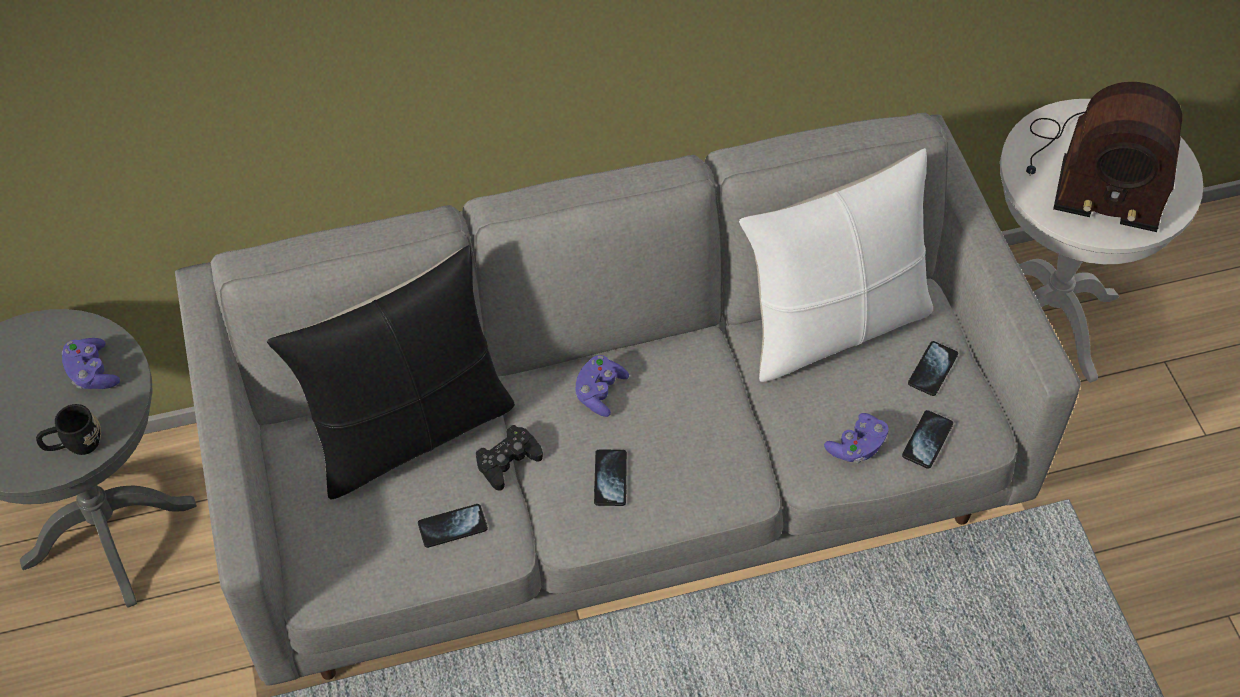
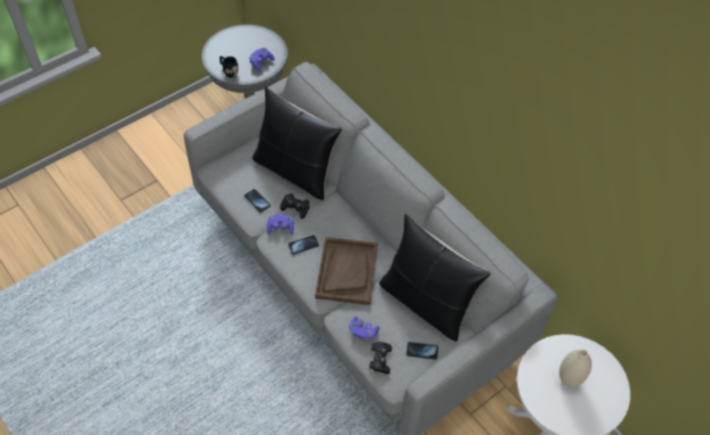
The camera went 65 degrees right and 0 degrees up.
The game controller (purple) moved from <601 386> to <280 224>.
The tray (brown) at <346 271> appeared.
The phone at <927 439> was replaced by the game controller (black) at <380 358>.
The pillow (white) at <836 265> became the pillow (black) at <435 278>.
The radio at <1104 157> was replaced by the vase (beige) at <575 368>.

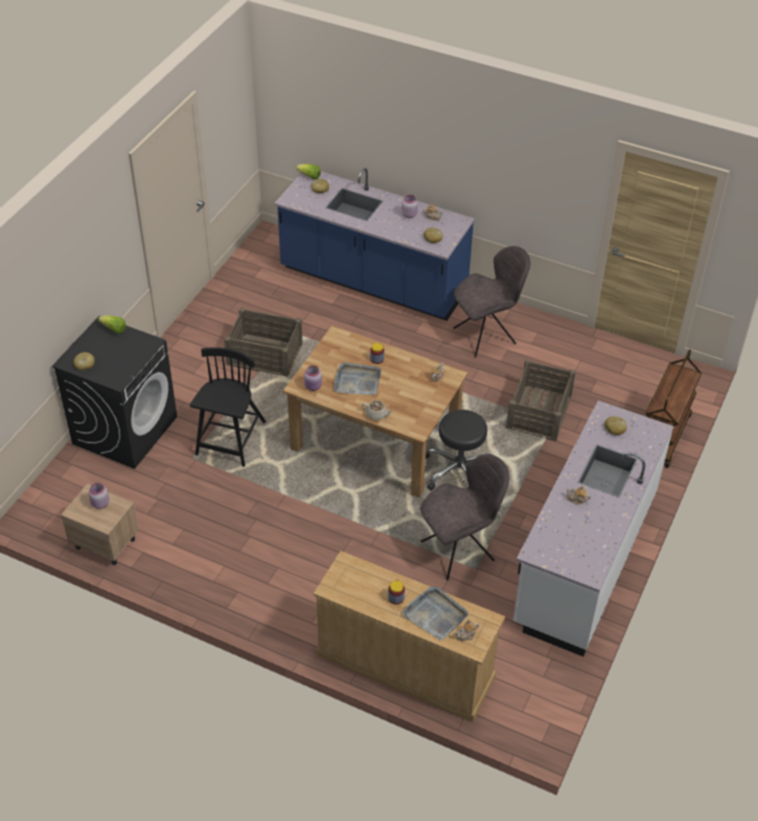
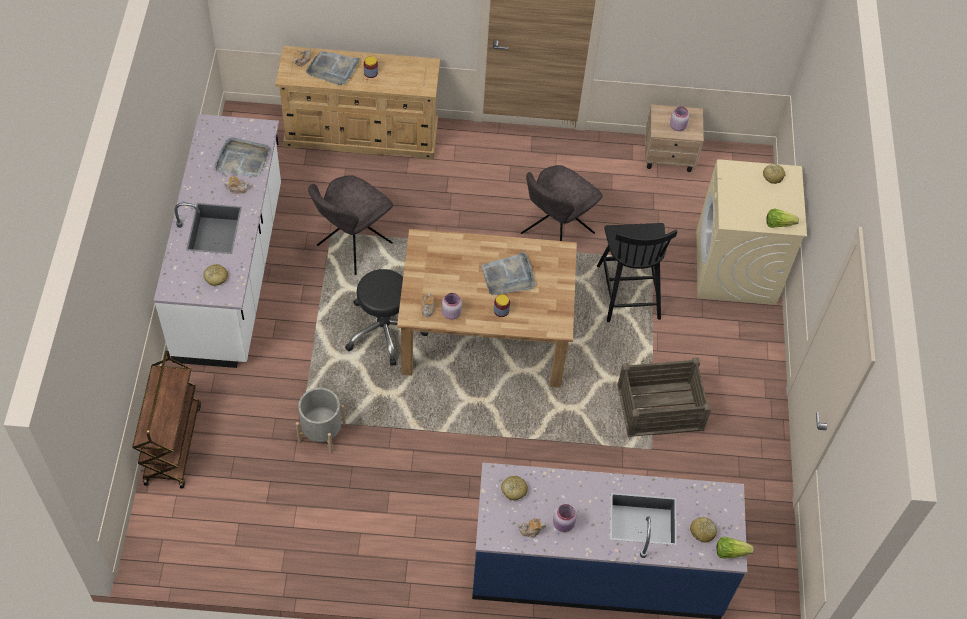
The camera went 155 degrees right and 10 degrees up.
The tray (grey) at <242 157> appeared.
The crate at <540 400> was replaced by the planter (grey) at <321 420>.
The jar (pink) moved from <313 378> to <452 306>.
The chair (grey) moved from <491 302> to <562 203>.
The washing machine (black) at <114 392> became the washing machine (beige) at <751 232>.
The teapot (beige) at <377 410> disappeared.

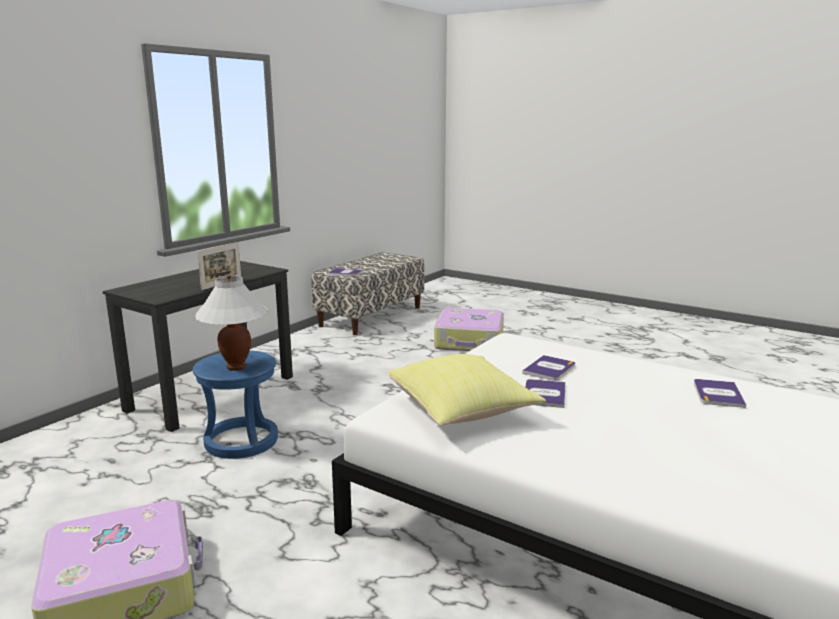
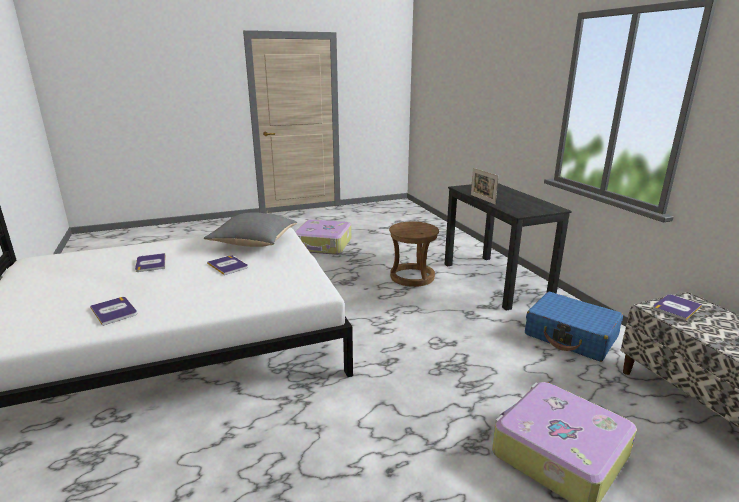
The camera went 125 degrees right and 5 degrees up.
The book moved from <548 368> to <150 262>.
The pillow (yellow) at <467 390> became the pillow (grey) at <250 229>.
The stool (blue) at <235 404> became the stool (brown) at <414 254>.
The suitcase (blue) at <574 327> appeared.
The table lamp (white) at <231 323> disappeared.

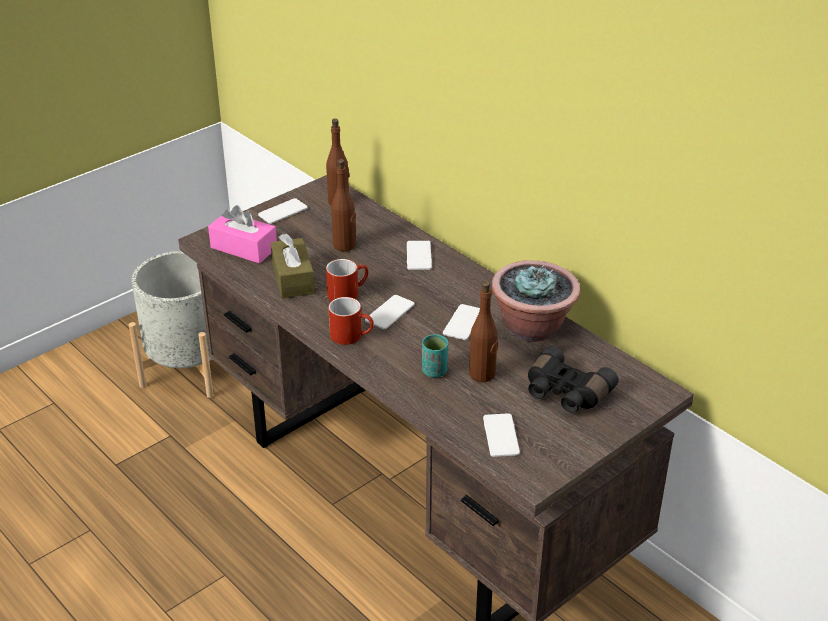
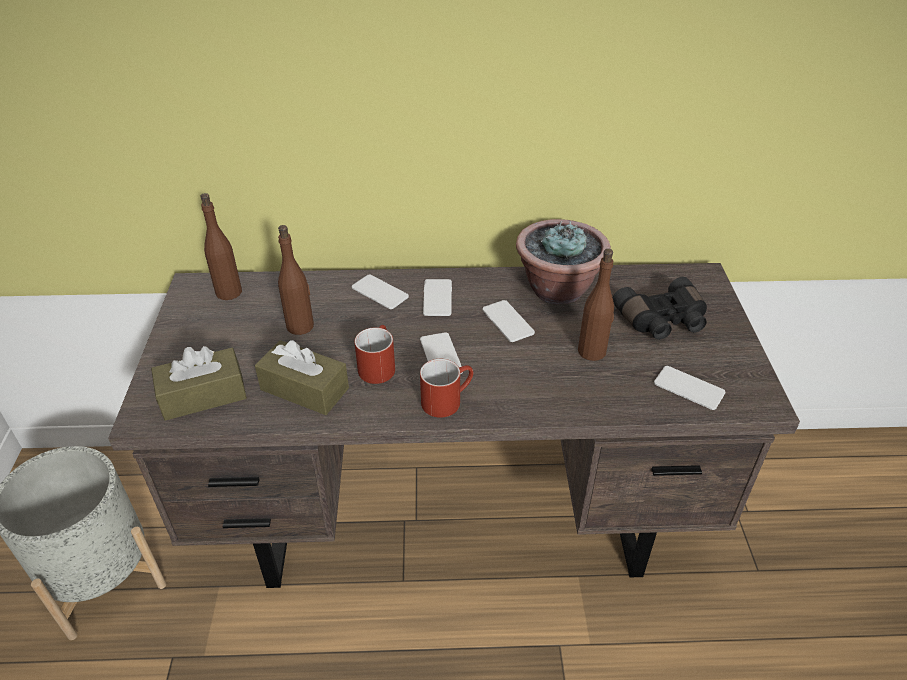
The camera went 50 degrees left and 5 degrees up.
The tissue box (pink) at <242 234> became the tissue box (brown) at <199 383>.
The phone moved from <283 211> to <437 297>.
The cup (turquoise) at <435 356> disappeared.

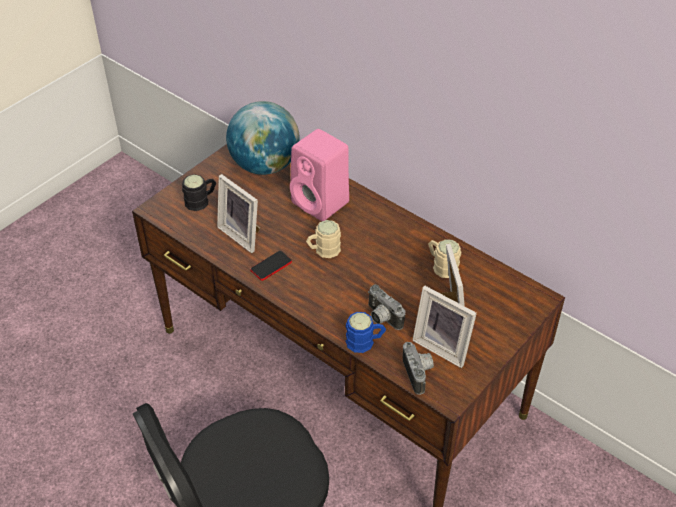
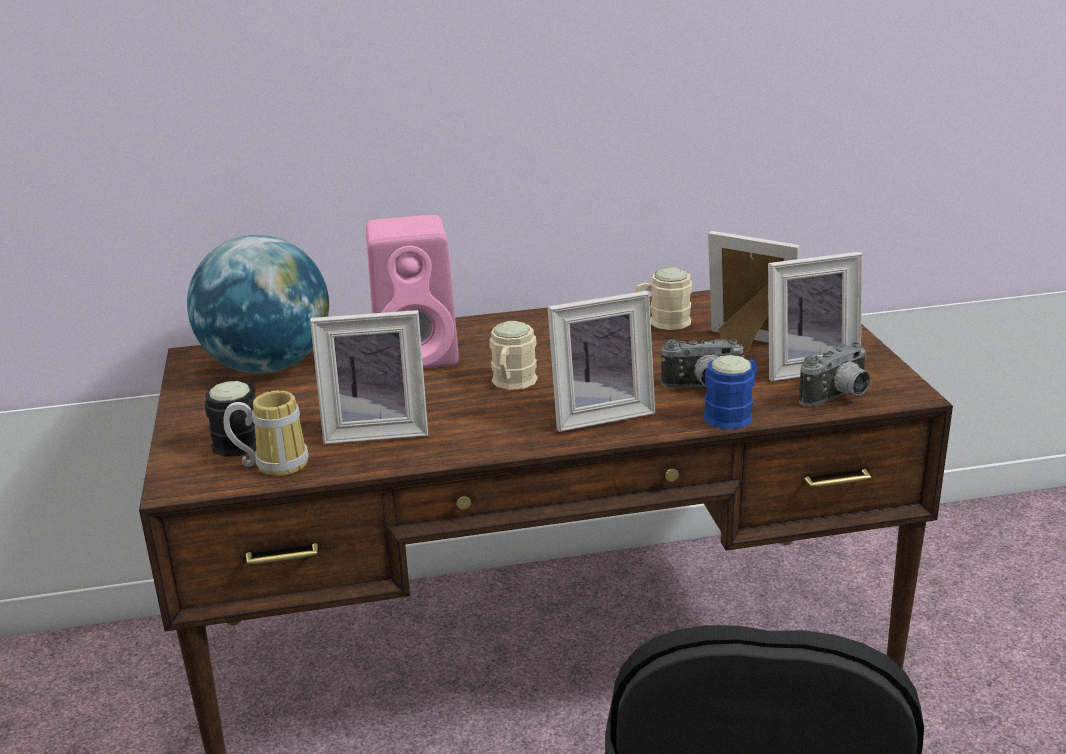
The camera went 50 degrees left and 20 degrees down.
The mug at <266 433> appeared.
The picture frame at <601 361> appeared.
The photo camera at <418 368> turned 120 degrees clockwise.
The phone at <271 266> disappeared.

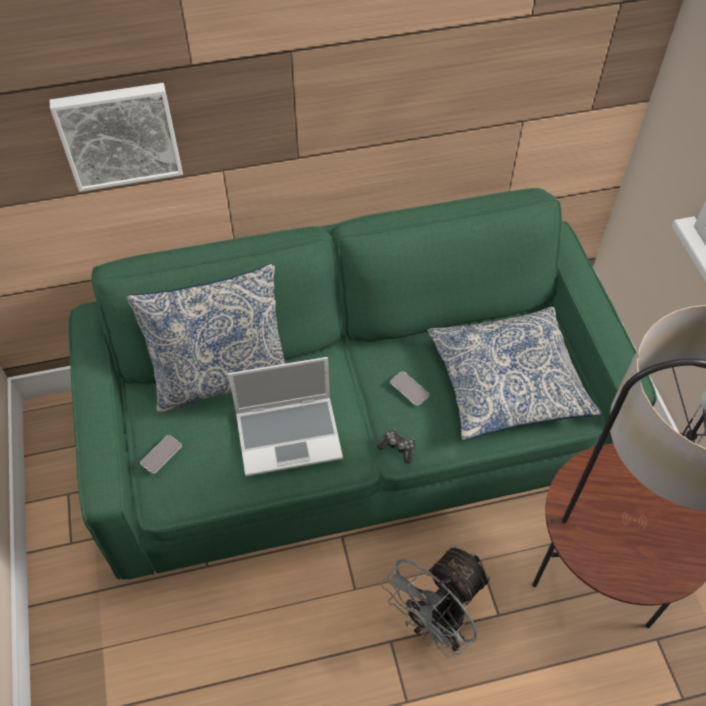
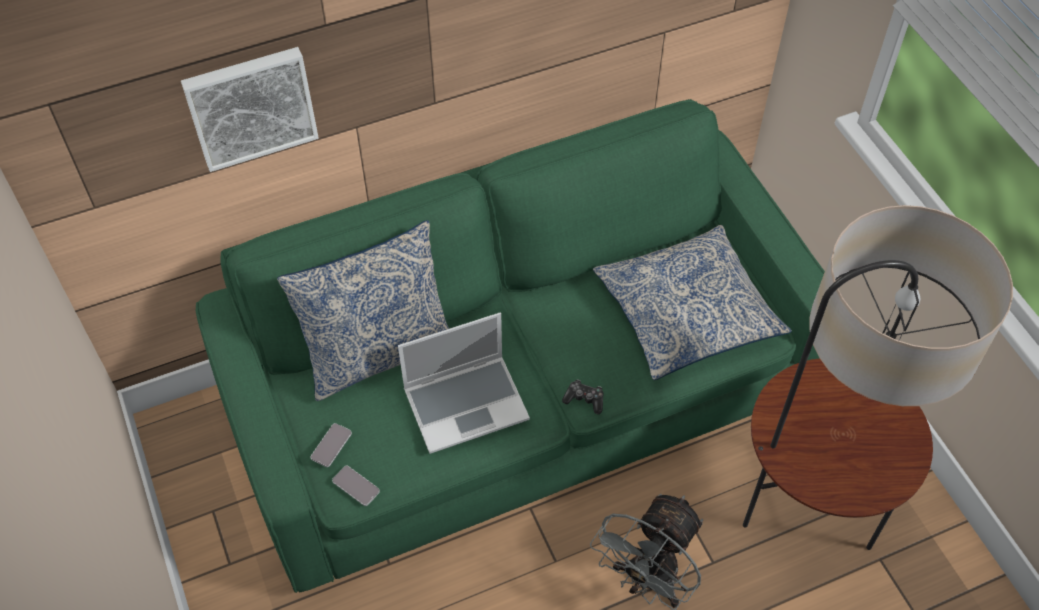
The camera went 10 degrees left and 0 degrees up.
The phone moved from <409 388> to <356 486>.

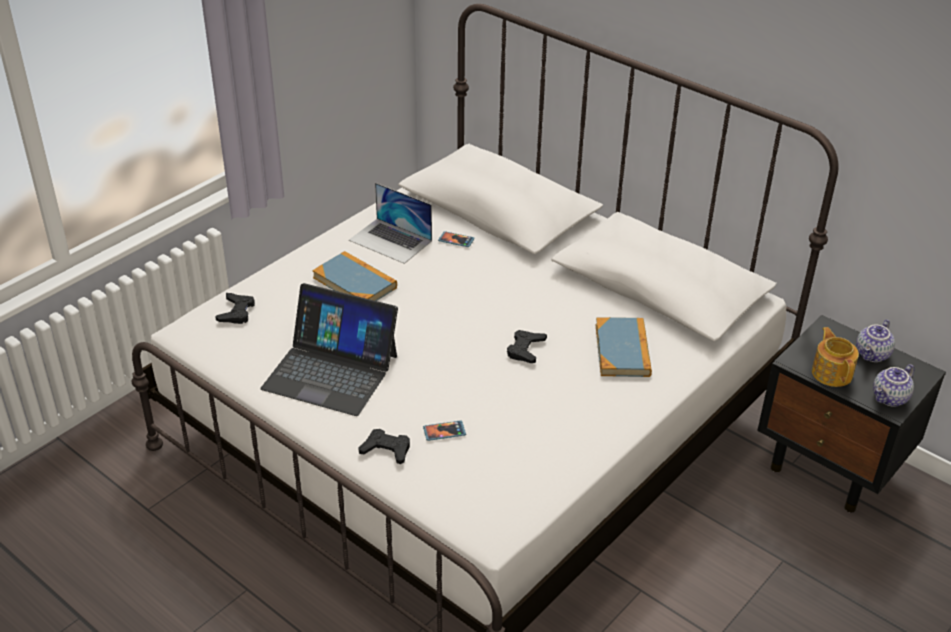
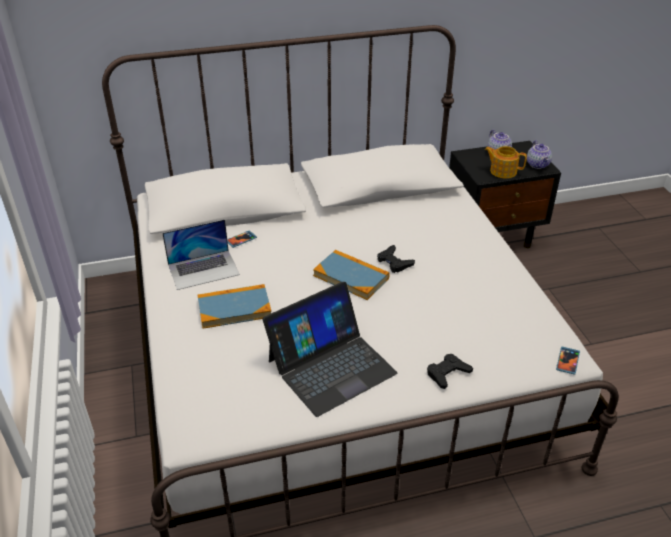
The camera went 55 degrees left and 0 degrees up.
The book moved from <624 347> to <351 275>.
The phone moved from <444 430> to <568 361>.
The game controller (black) at <235 308> disappeared.

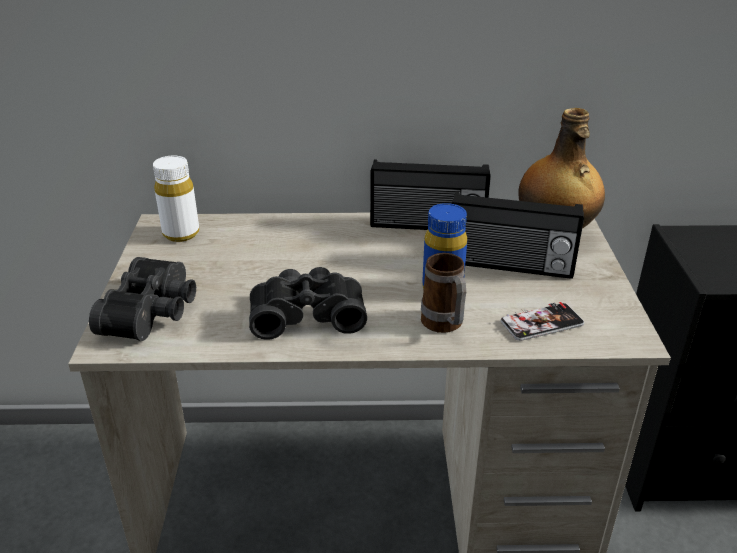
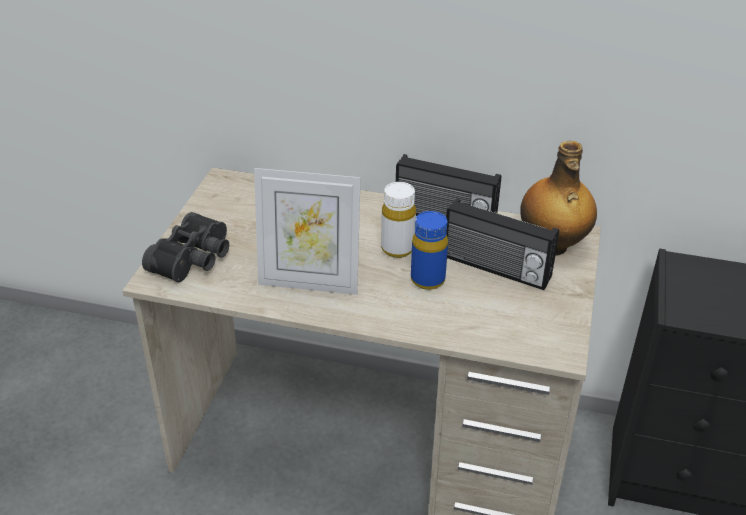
The camera went 15 degrees right and 5 degrees up.
The binoculars (black) at <308 303> was replaced by the picture frame at <307 231>.
The bottle (white) moved from <176 199> to <398 220>.
The mug at <443 293> disappeared.
The phone at <542 321> disappeared.

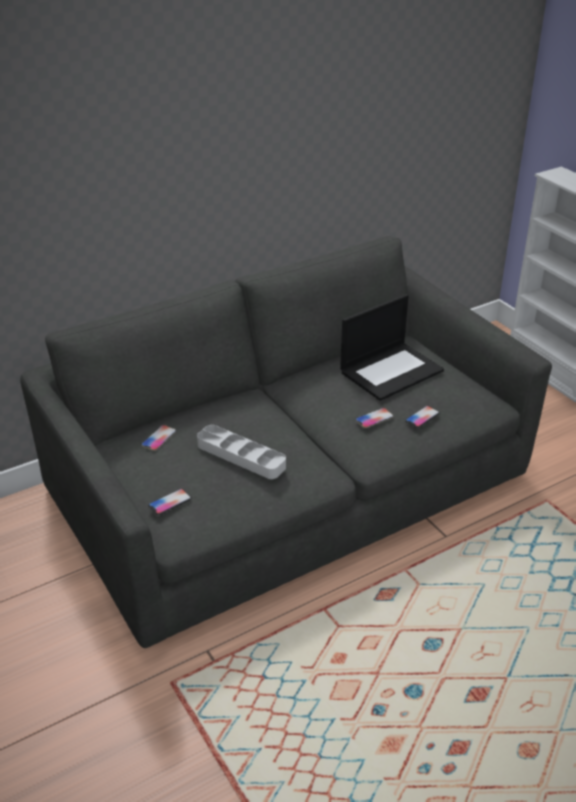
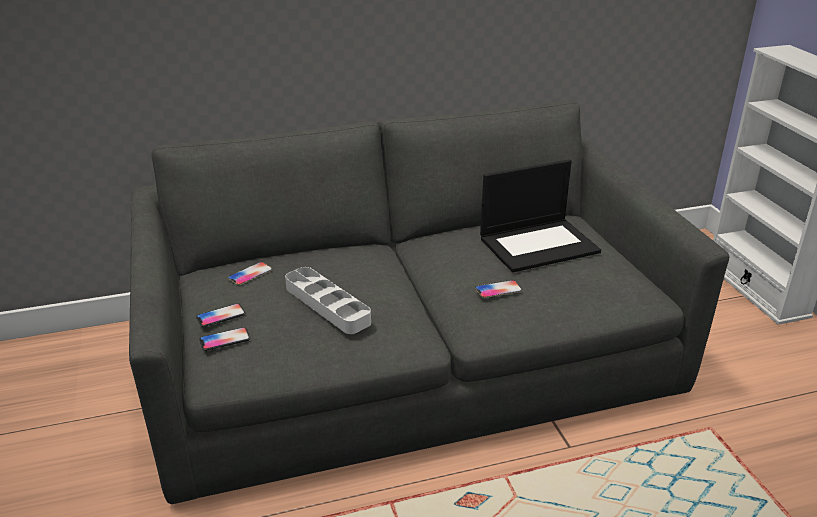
The camera went 15 degrees right and 5 degrees down.
The phone moved from <422 417> to <221 315>.

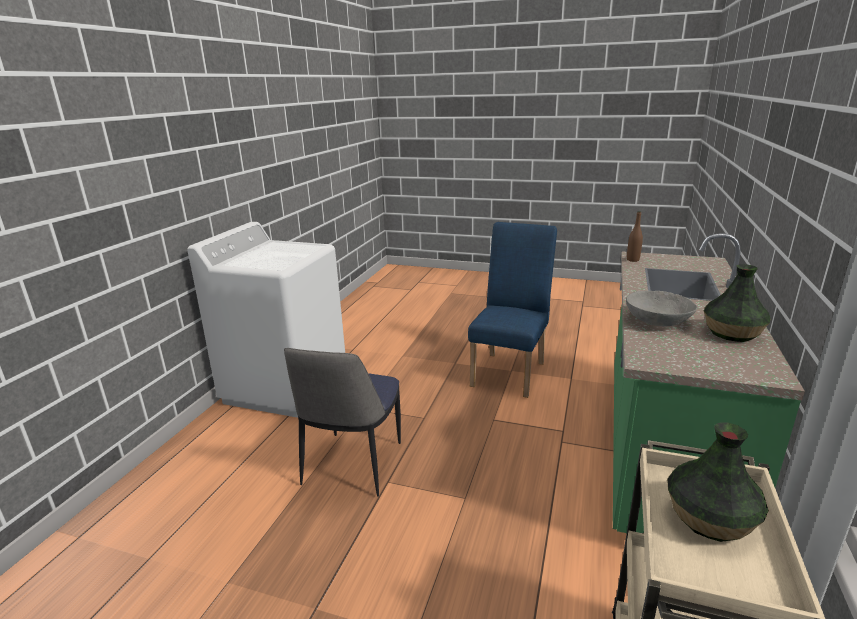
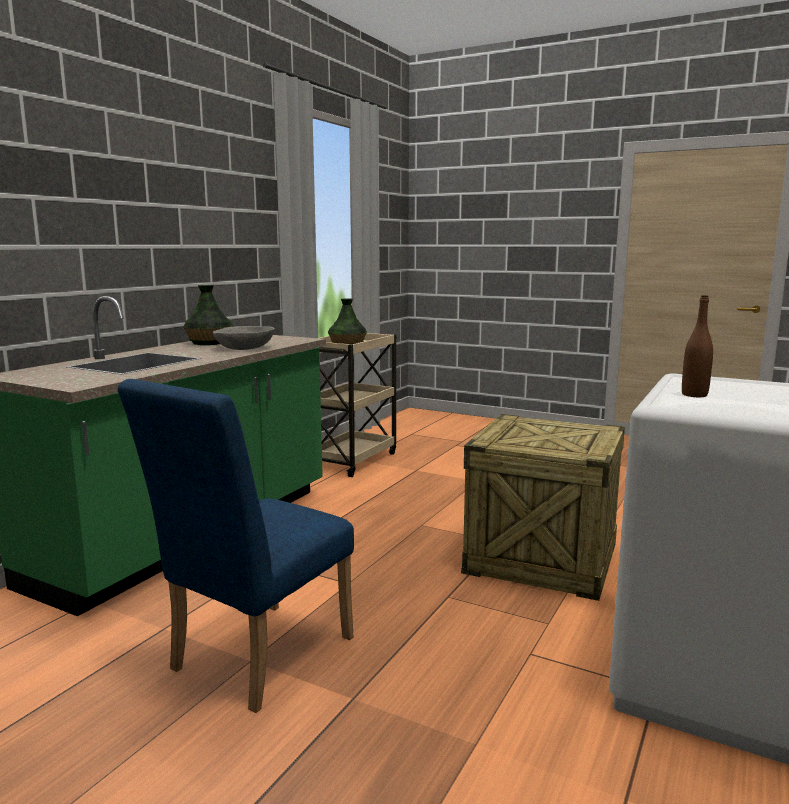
The camera went 170 degrees left and 10 degrees down.
The chair at <342 422> was replaced by the crate at <543 507>.
The bottle (brown) moved from <635 236> to <697 346>.

